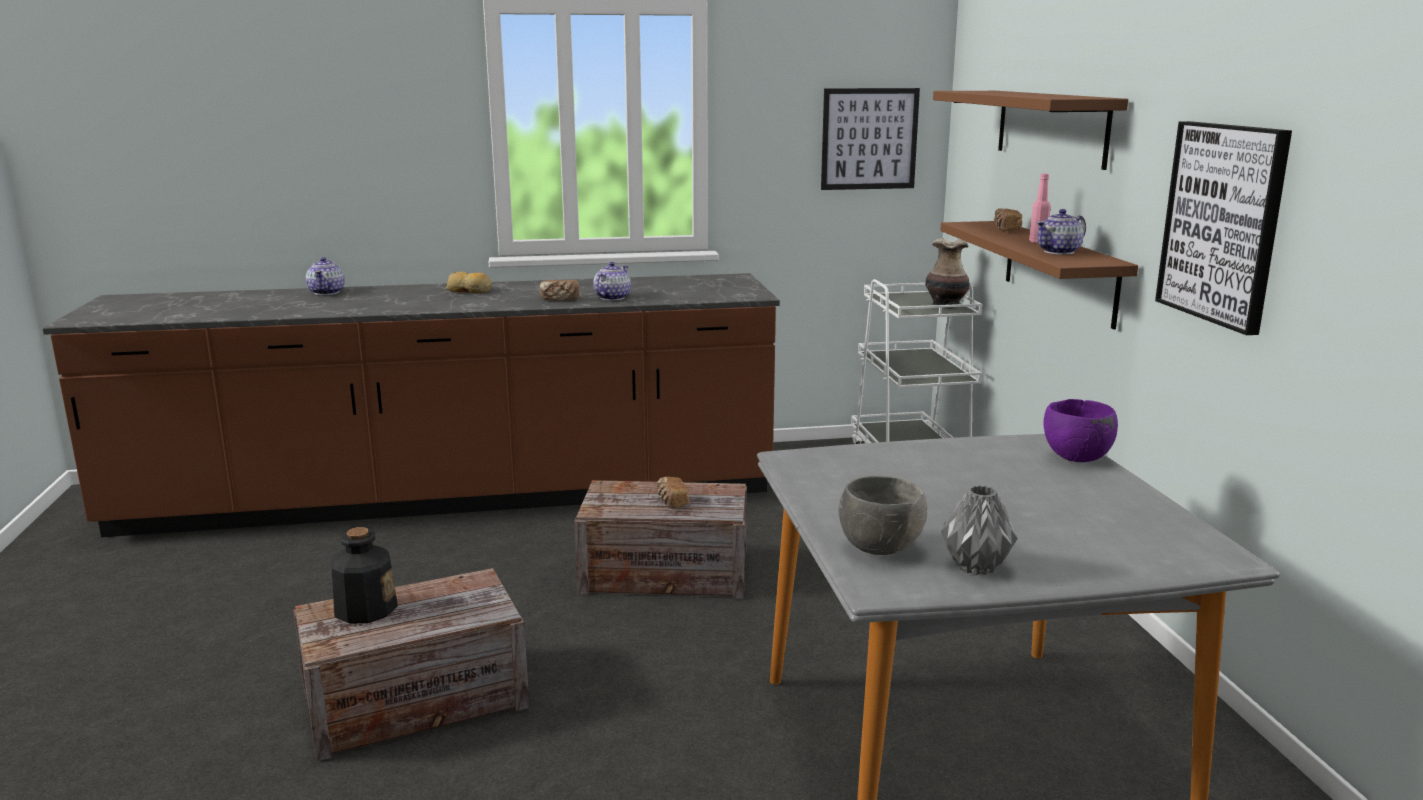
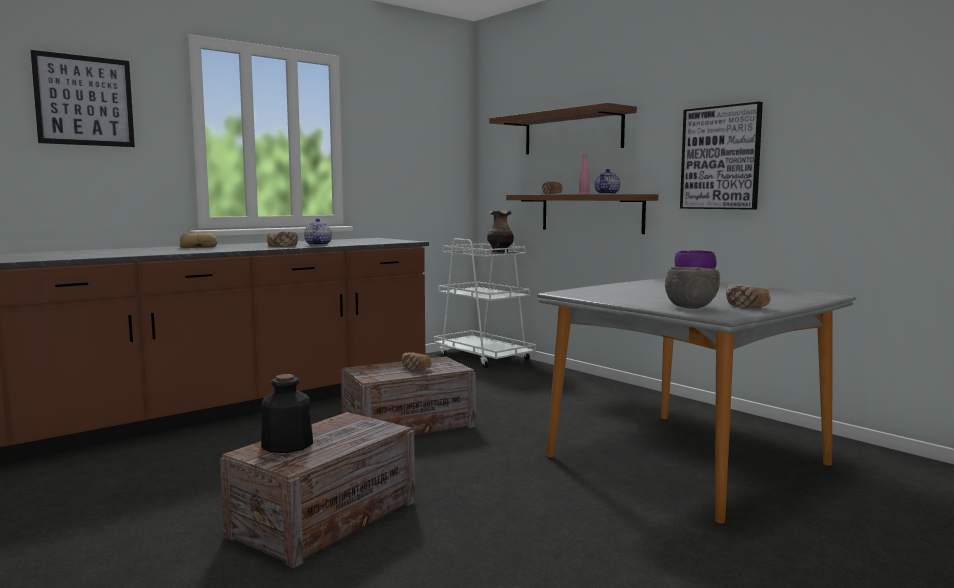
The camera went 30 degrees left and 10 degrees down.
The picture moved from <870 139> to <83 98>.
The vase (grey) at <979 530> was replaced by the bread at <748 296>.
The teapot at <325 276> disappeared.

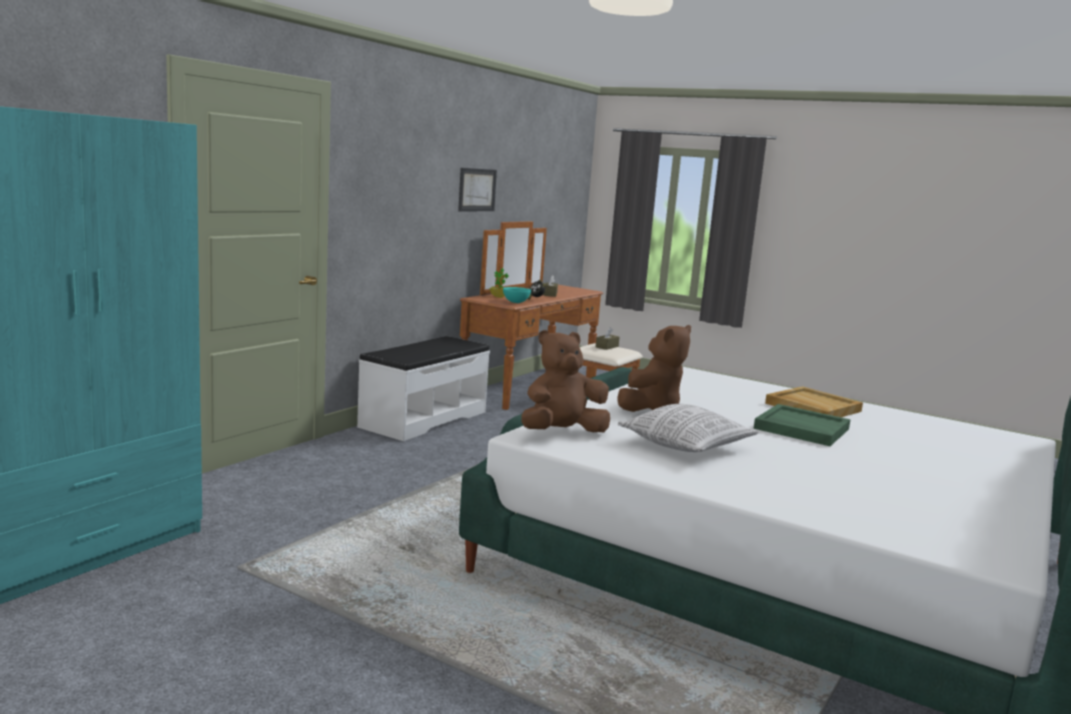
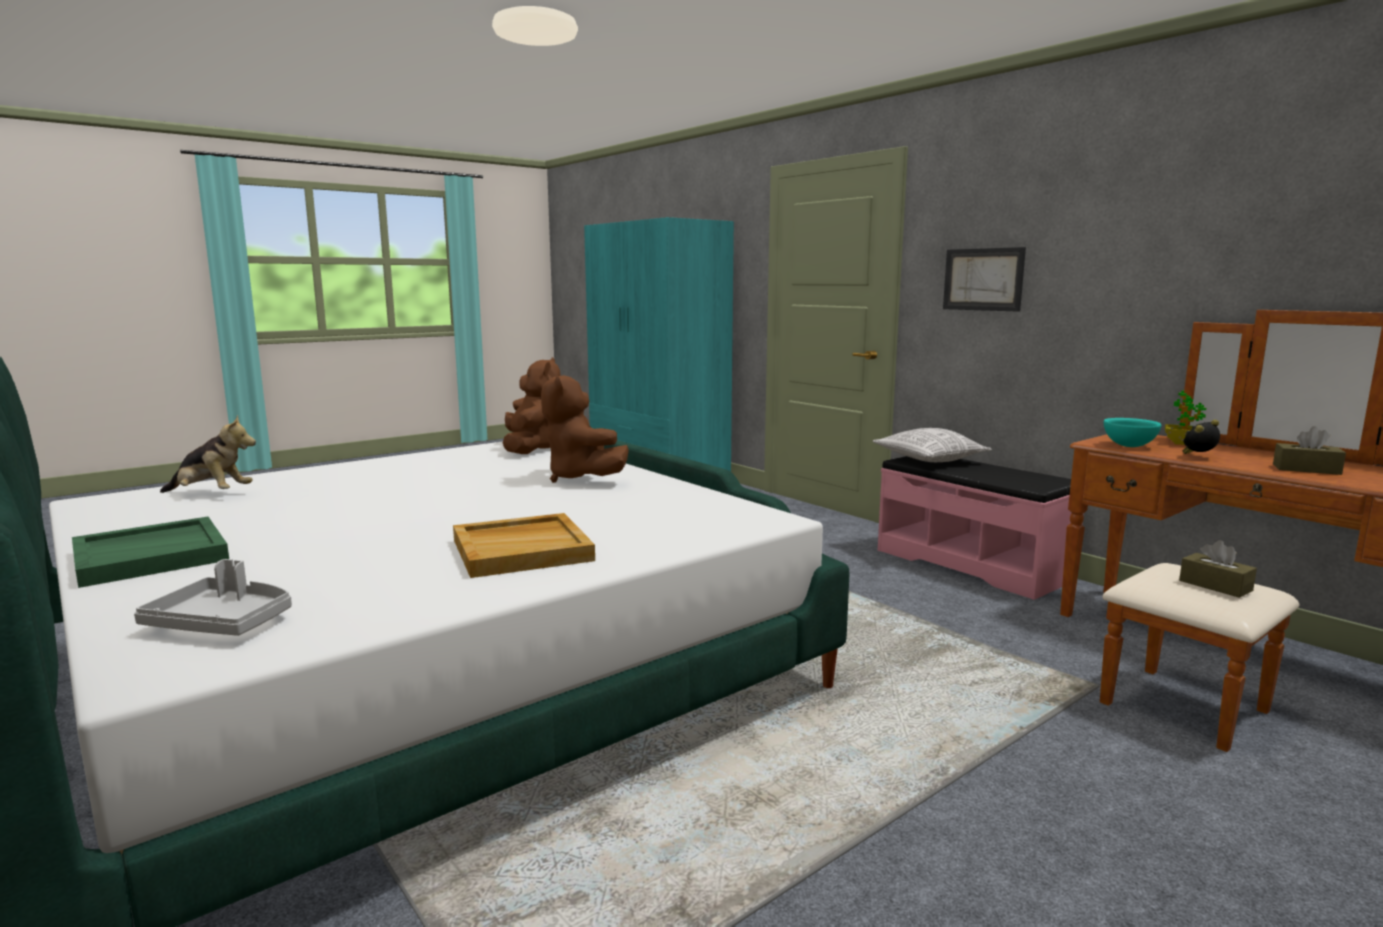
The camera went 110 degrees right and 0 degrees up.
The tray (green) moved from <802 425> to <150 552>.
The tray (grey) at <213 597> appeared.
The plush toy at <208 454> appeared.
The pillow moved from <688 428> to <932 445>.
The bench (white) at <423 388> became the bench (pink) at <981 528>.
The picture moved from <477 190> to <984 279>.

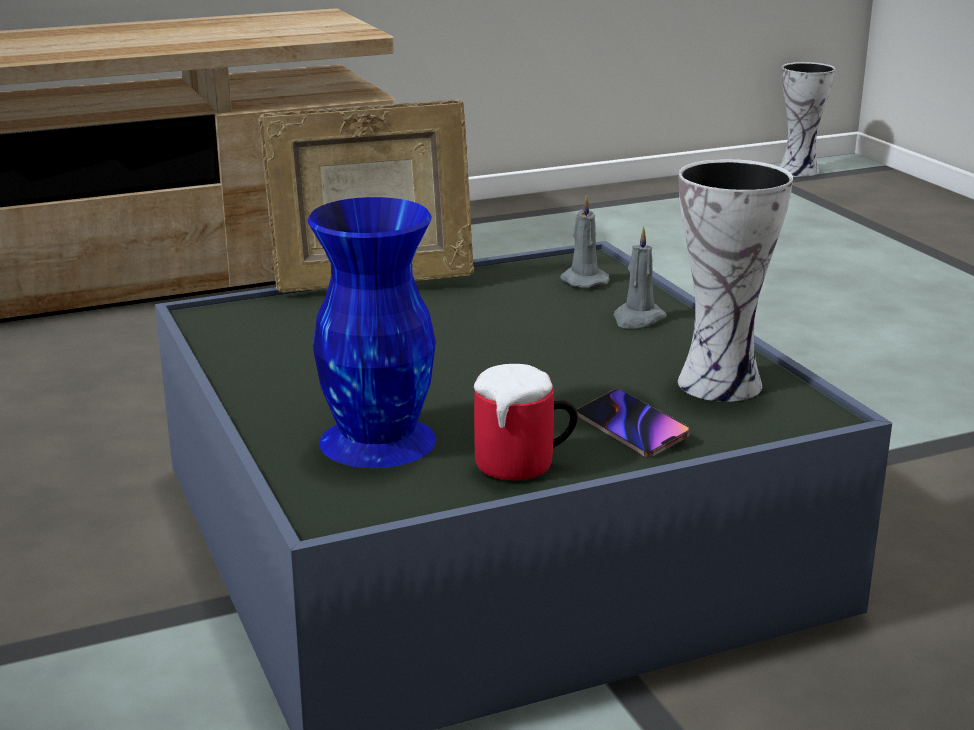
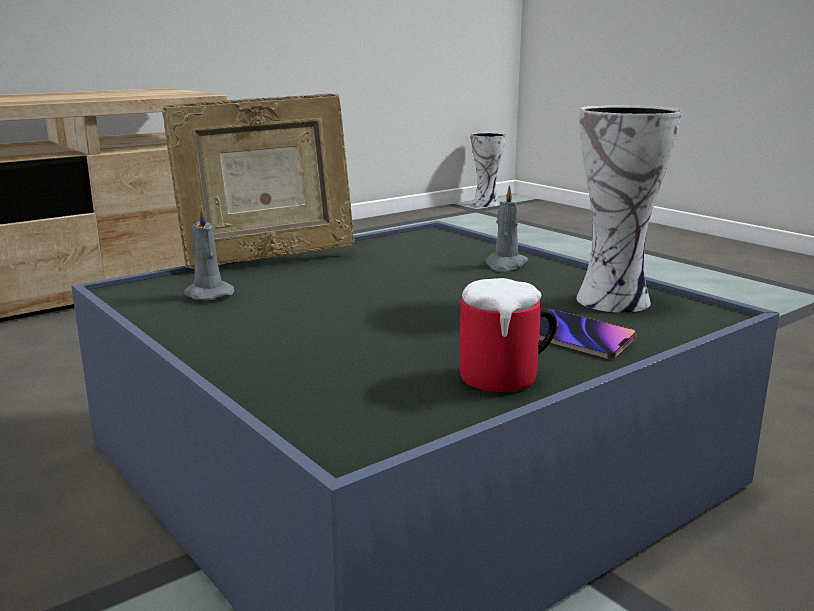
The camera went 15 degrees left and 5 degrees down.
The candle (grey) moved from <584 241> to <209 253>.
The vase (blue) at <372 332> disappeared.

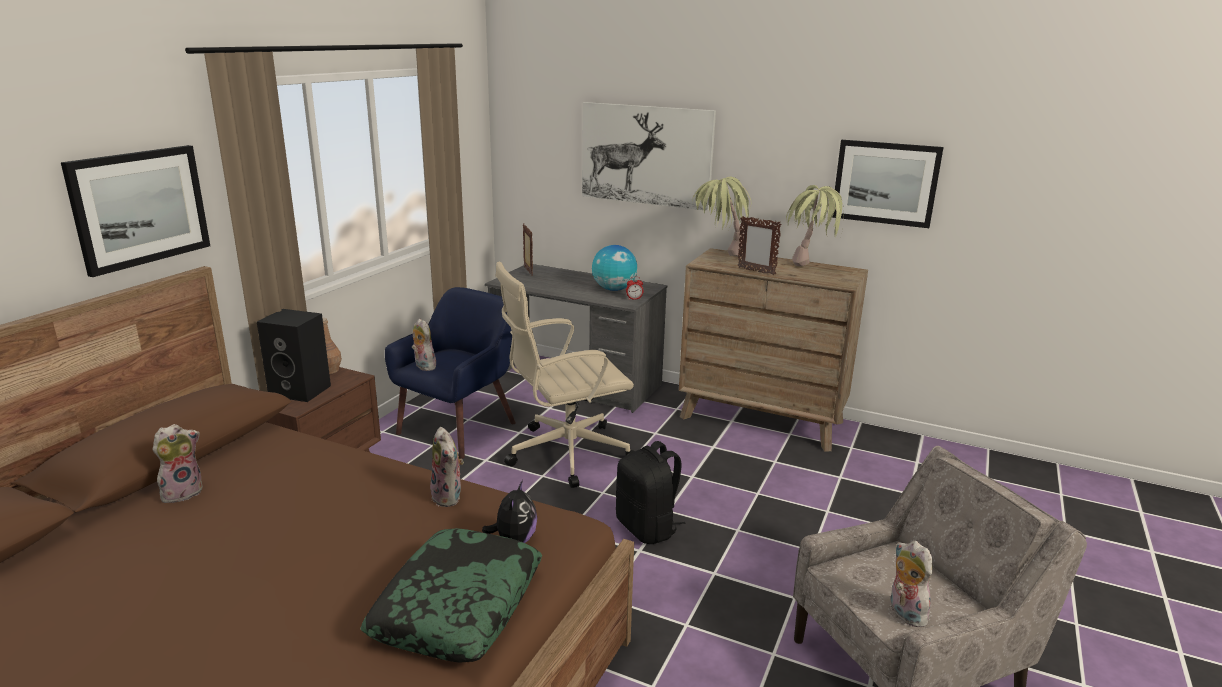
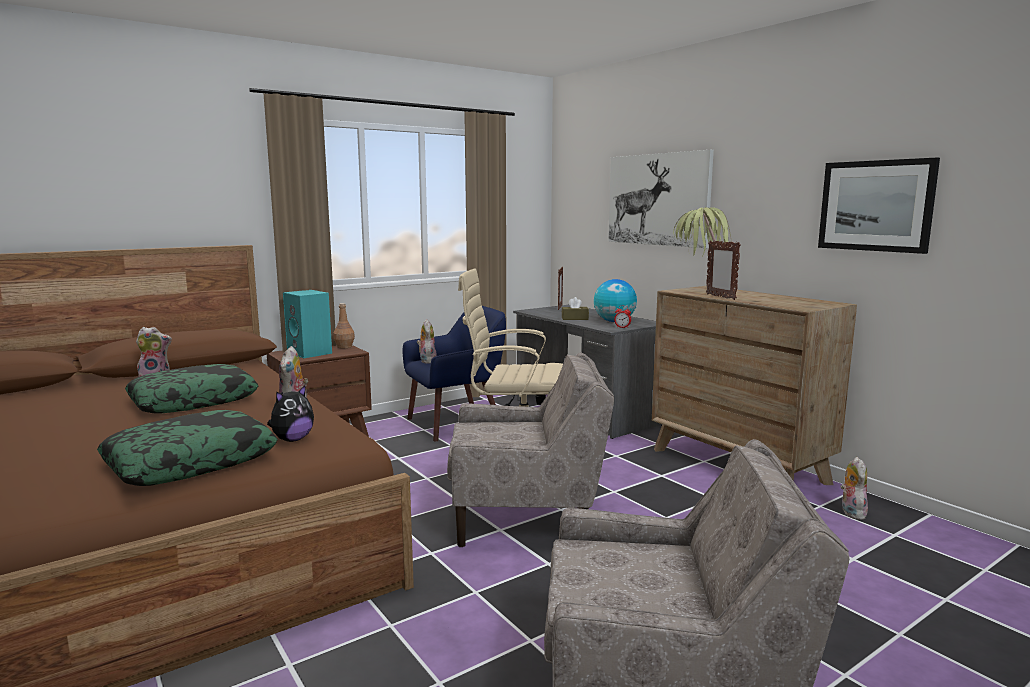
The camera went 30 degrees right and 10 degrees down.
The pillow at <191 388> appeared.
The speaker (black) at <294 355> became the speaker (turquoise) at <307 324>.
The backpack (black) at <651 492> was replaced by the armchair (beige) at <530 449>.
The tissue box (brown) at <575 308> appeared.
The plush toy moved from <912 584> to <854 488>.
The picture at <135 211> disappeared.
The potted plant at <815 225> disappeared.

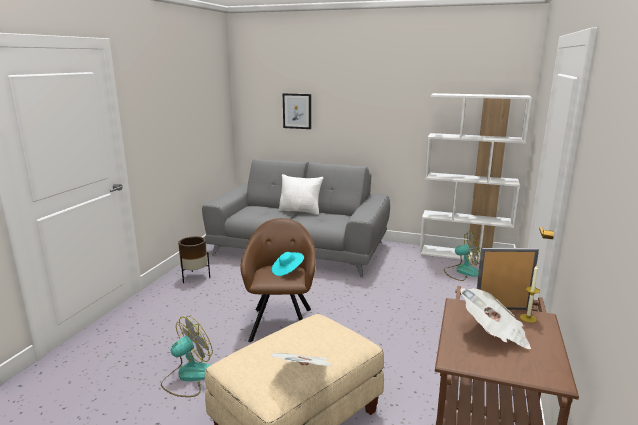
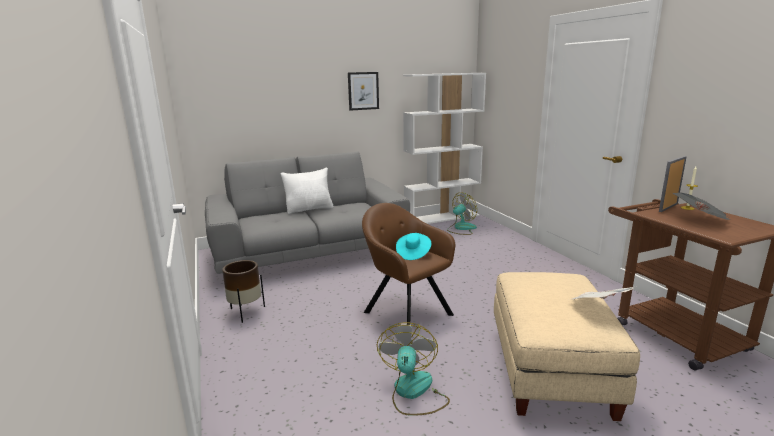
The camera went 40 degrees left and 0 degrees up.
The picture moved from <297 111> to <363 91>.

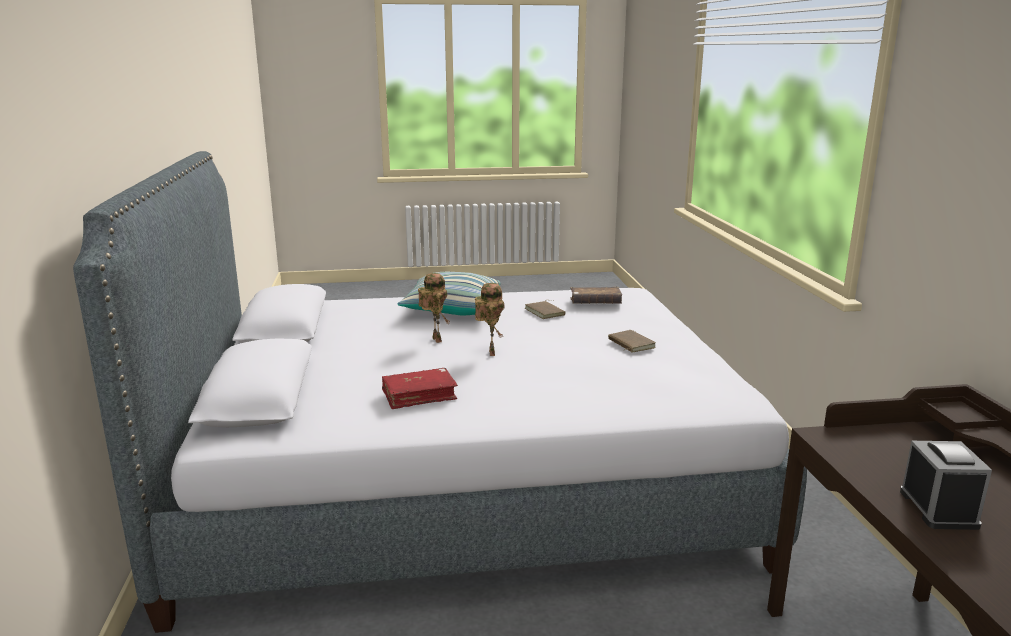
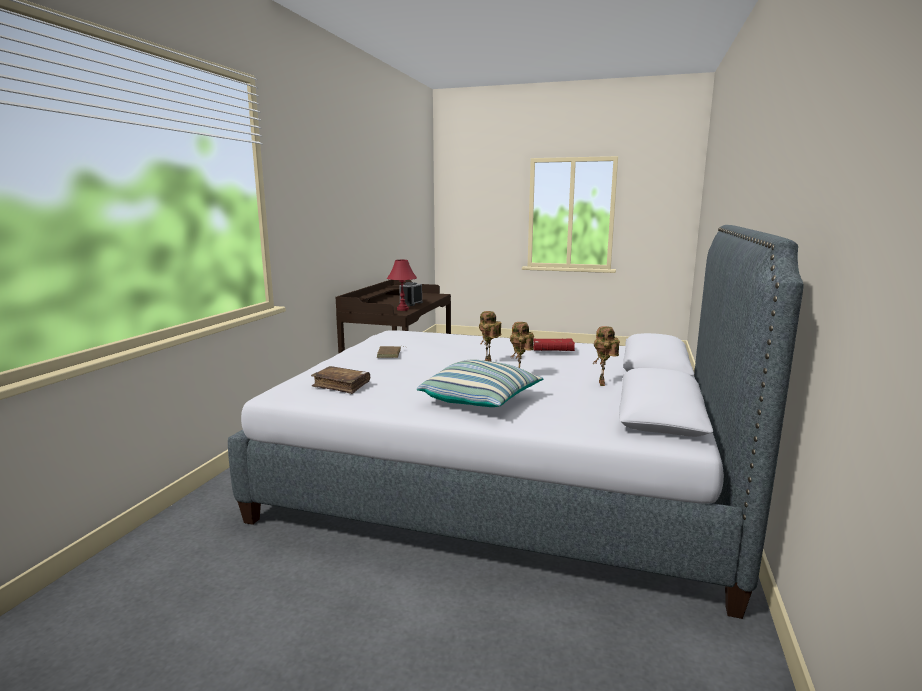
The camera went 155 degrees left and 5 degrees down.
The table lamp (red) at <402 285> appeared.
The toy robot at <607 356> appeared.
The book (brown) at <545 309> disappeared.

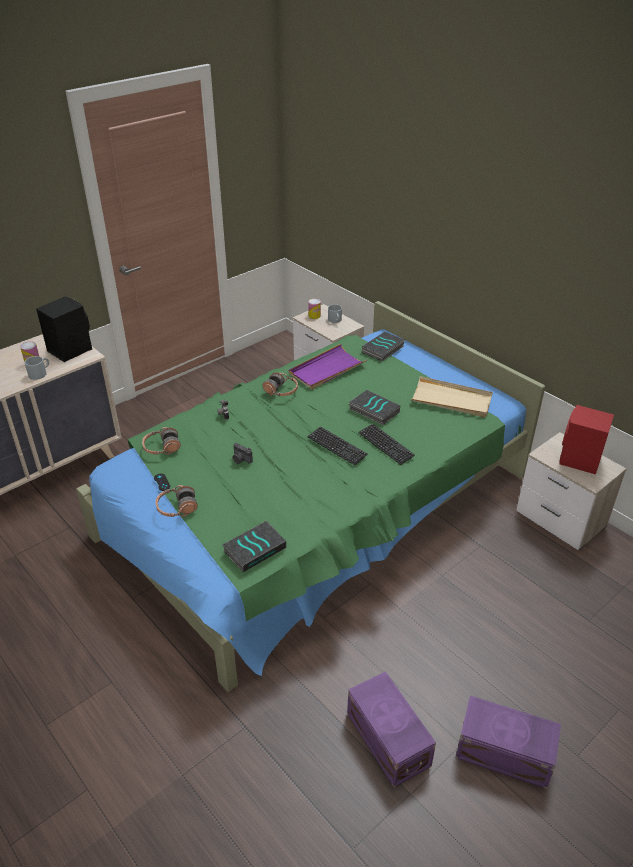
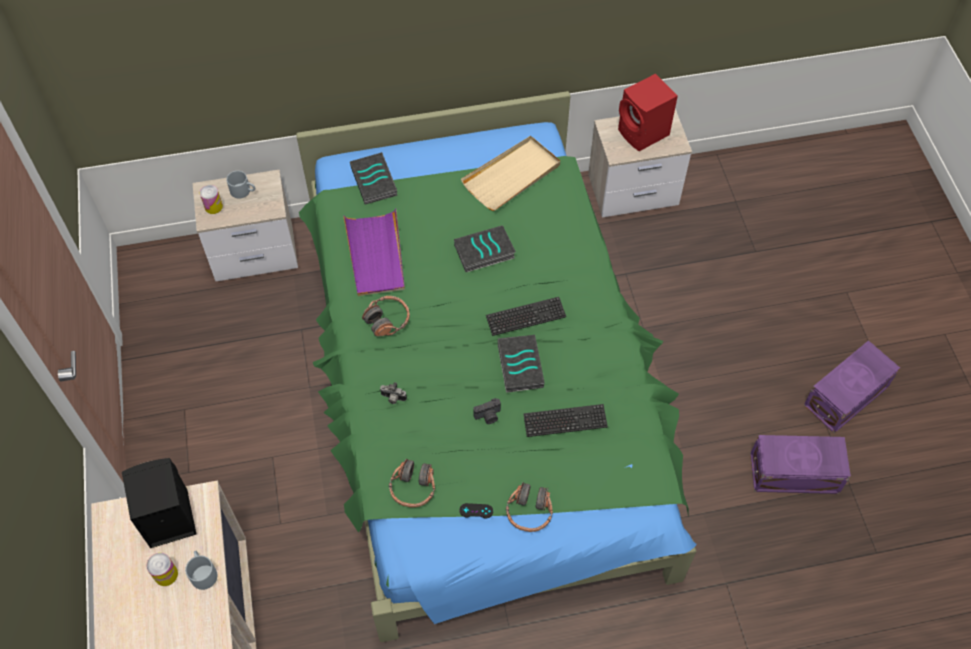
The camera went 60 degrees left and 20 degrees up.
The book moved from <254 546> to <521 364>.
The keyboard moved from <386 444> to <565 420>.

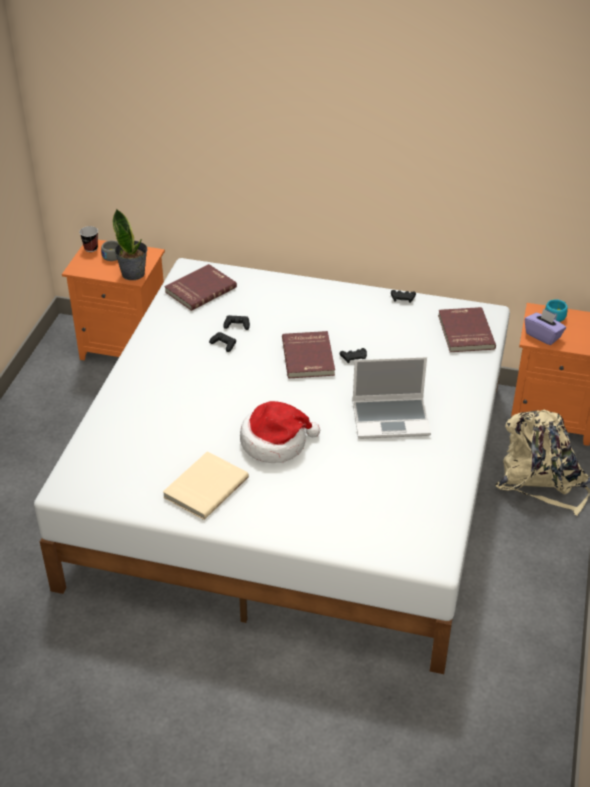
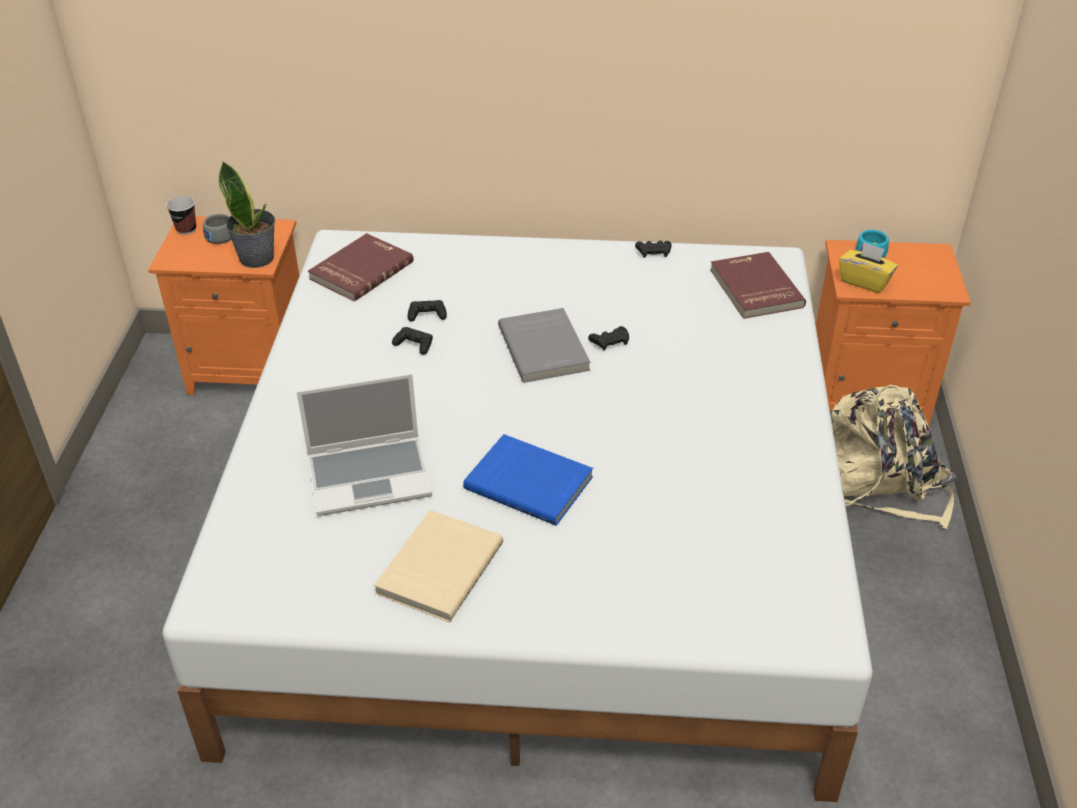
The camera went 10 degrees left and 0 degrees up.
The laptop moved from <391 398> to <364 445>.
The hat at <280 432> was replaced by the book (blue) at <528 480>.
The book (red) at <308 354> became the book (grey) at <544 345>.
The tissue box (purple) at <545 326> became the tissue box (yellow) at <868 267>.

